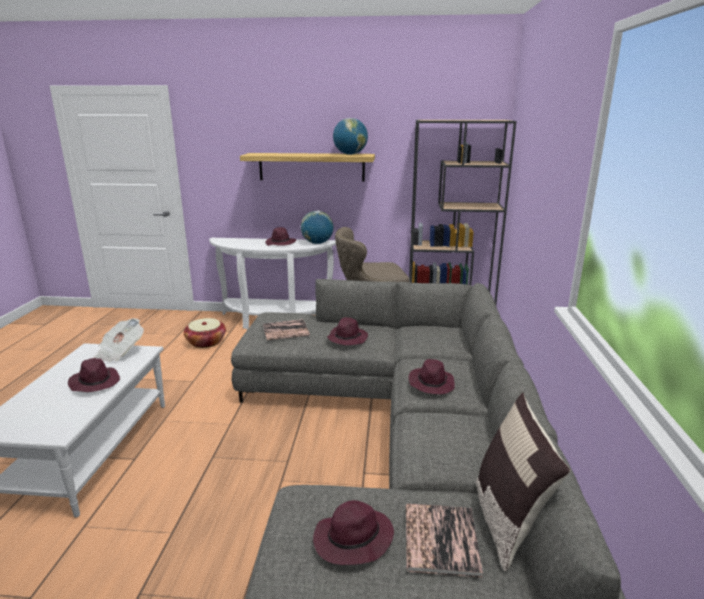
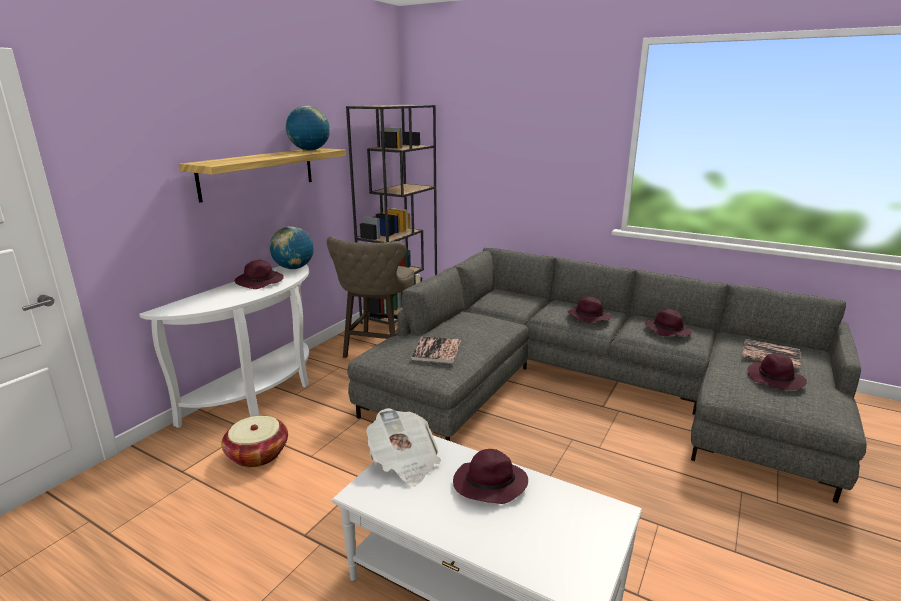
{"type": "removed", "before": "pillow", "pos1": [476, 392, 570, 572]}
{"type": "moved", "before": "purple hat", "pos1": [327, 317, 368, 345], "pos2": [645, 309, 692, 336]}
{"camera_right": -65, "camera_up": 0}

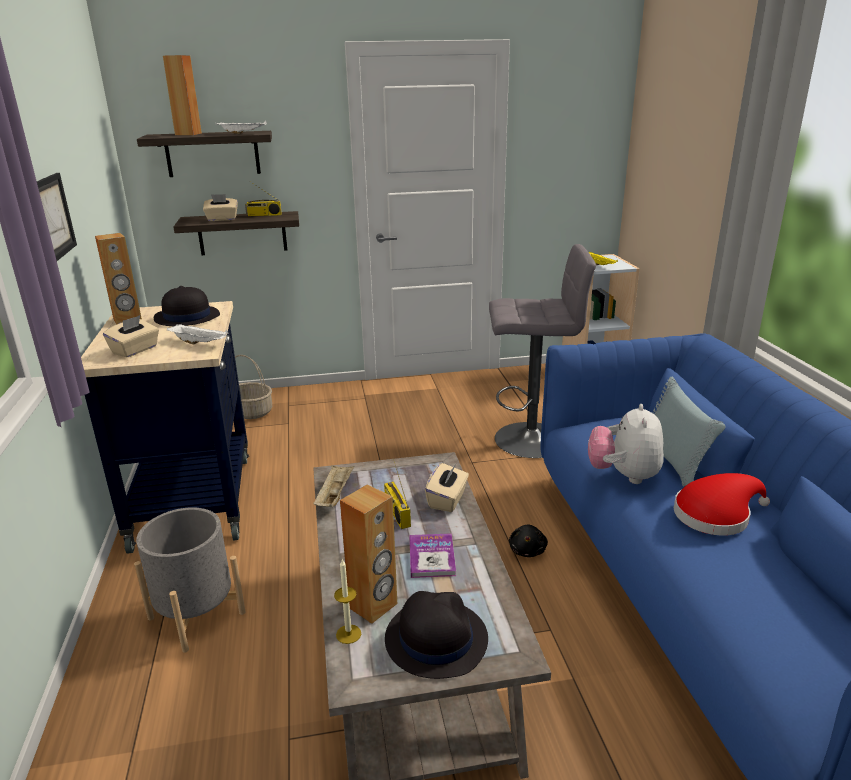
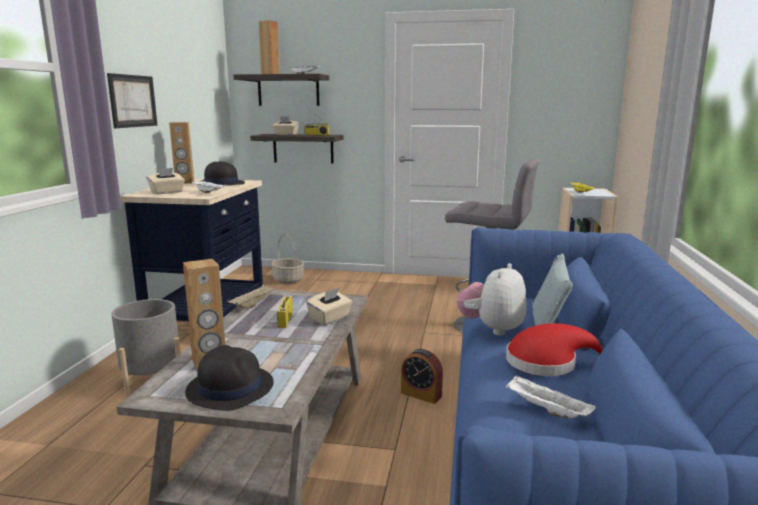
{"type": "removed", "before": "candle", "pos1": [334, 560, 361, 644]}
{"type": "removed", "before": "book", "pos1": [409, 533, 456, 578]}
{"type": "added", "after": "white tray", "pos2": [506, 375, 596, 418]}
{"type": "replaced", "before": "black plush toy", "after": "alarm clock", "pos1": [509, 525, 548, 557], "pos2": [401, 349, 443, 404]}
{"camera_right": 20, "camera_up": -10}

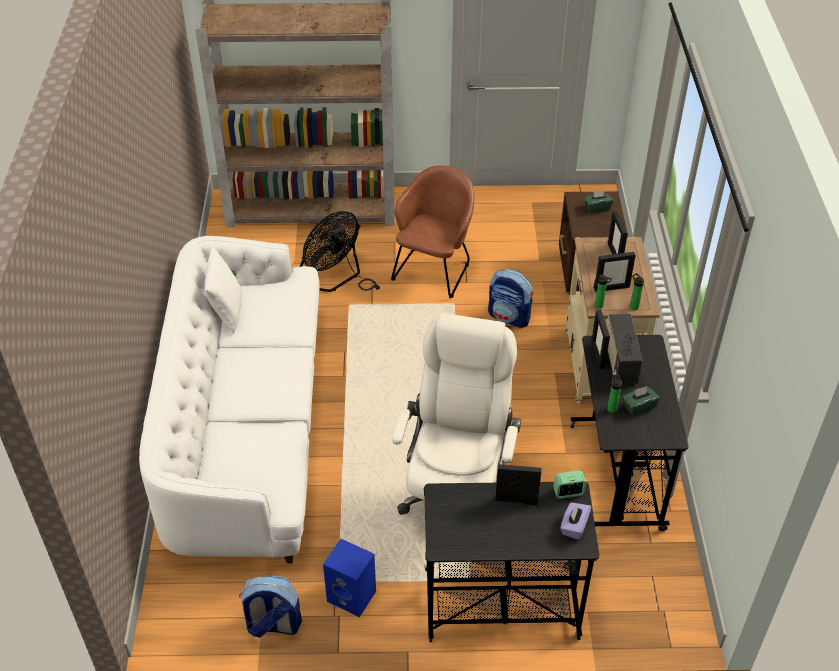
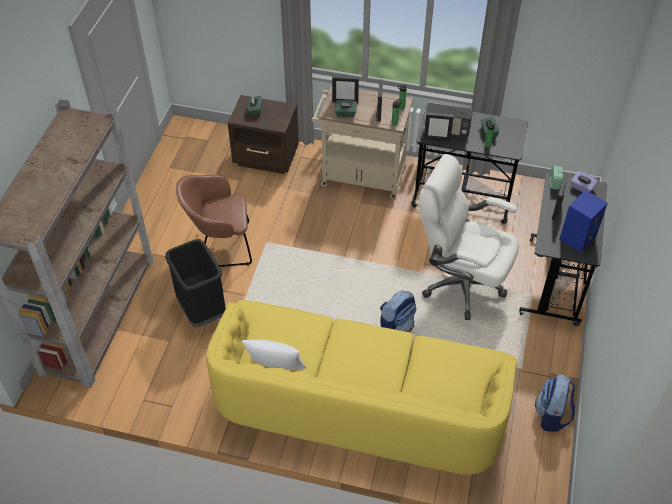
{"type": "added", "after": "green tissue box", "pos2": [335, 100, 357, 117]}
{"type": "moved", "before": "blue speaker", "pos1": [323, 539, 376, 617], "pos2": [559, 190, 608, 253]}
{"type": "moved", "before": "backpack", "pos1": [488, 269, 534, 328], "pos2": [380, 291, 416, 332]}
{"type": "replaced", "before": "black fan", "after": "black trash can", "pos1": [300, 211, 380, 292], "pos2": [166, 239, 226, 327]}
{"type": "recoloured", "before": "white sofa", "after": "yellow sofa", "pos1": [139, 236, 320, 563], "pos2": [206, 300, 517, 475]}
{"type": "turned", "before": "brown armchair", "pos1": [391, 165, 475, 298], "pos2": [176, 175, 252, 267], "turn": -45}
{"camera_right": -75, "camera_up": 5}

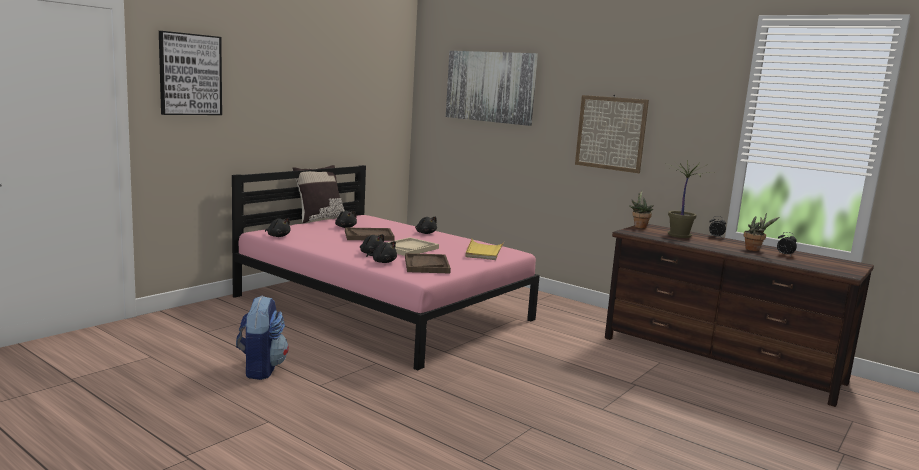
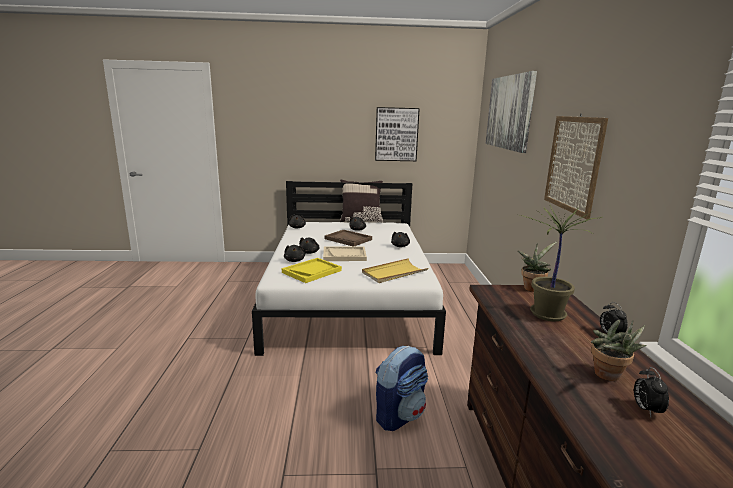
{"type": "moved", "before": "picture", "pos1": [159, 31, 222, 115], "pos2": [375, 107, 420, 161]}
{"type": "moved", "before": "backpack", "pos1": [236, 296, 289, 380], "pos2": [375, 346, 428, 431]}
{"type": "recoloured", "before": "pink bed", "after": "white bed", "pos1": [232, 165, 540, 371], "pos2": [252, 181, 446, 356]}
{"type": "recoloured", "before": "brown tray", "after": "yellow tray", "pos1": [405, 253, 451, 273], "pos2": [282, 258, 342, 283]}
{"camera_right": 50, "camera_up": 5}

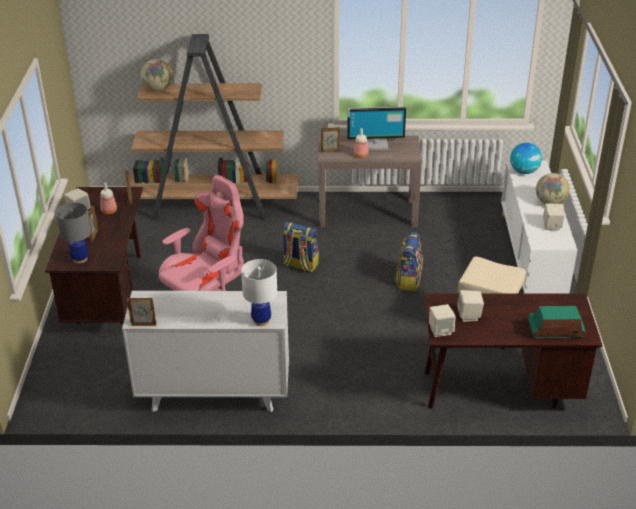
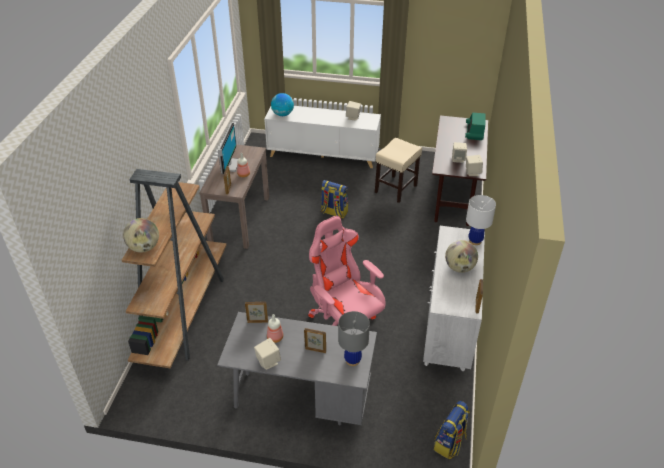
{"type": "moved", "before": "backpack", "pos1": [283, 222, 319, 272], "pos2": [434, 401, 470, 459]}
{"type": "moved", "before": "globe", "pos1": [536, 173, 570, 204], "pos2": [445, 240, 478, 273]}
{"type": "recoloured", "before": "brown desk", "after": "grey desk", "pos1": [45, 187, 143, 324], "pos2": [217, 312, 377, 426]}
{"camera_right": -80, "camera_up": 5}

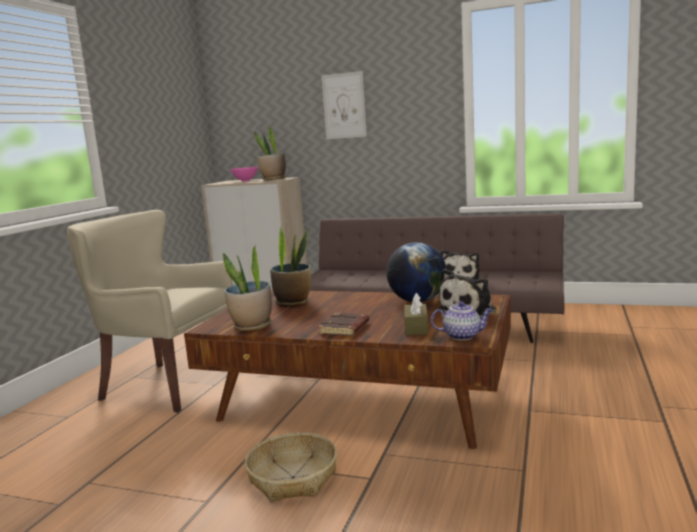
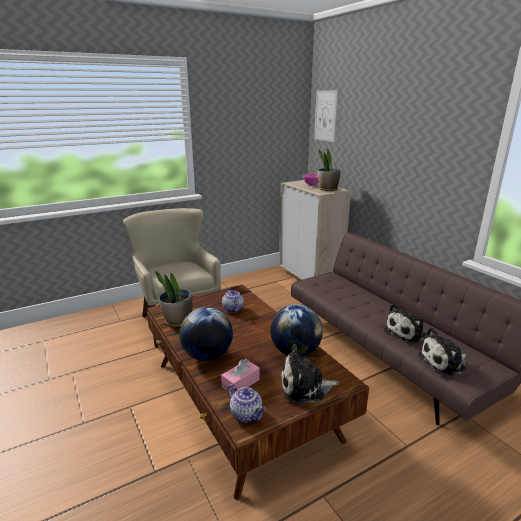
{"type": "removed", "before": "basket", "pos1": [245, 432, 337, 502]}
{"type": "added", "after": "plush toy", "pos2": [418, 327, 467, 376]}
{"type": "moved", "before": "picture", "pos1": [321, 71, 367, 139], "pos2": [314, 90, 338, 142]}
{"type": "replaced", "before": "potted plant", "after": "teapot", "pos1": [270, 226, 311, 307], "pos2": [222, 288, 244, 313]}
{"type": "replaced", "before": "brown book", "after": "globe", "pos1": [319, 313, 369, 336], "pos2": [179, 307, 233, 361]}
{"type": "recoloured", "before": "brown tissue box", "after": "pink tissue box", "pos1": [404, 293, 429, 335], "pos2": [221, 358, 260, 395]}
{"camera_right": 40, "camera_up": 10}

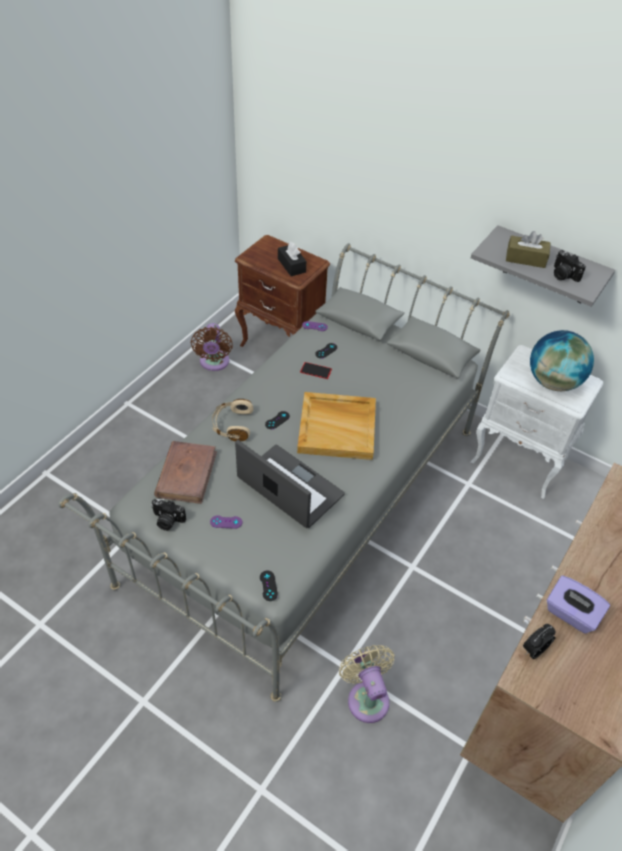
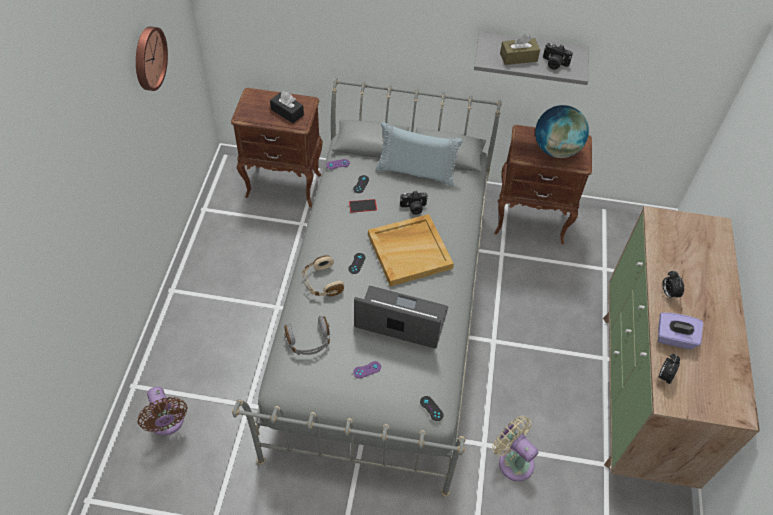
{"type": "added", "after": "wall clock", "pos2": [136, 26, 168, 91]}
{"type": "added", "after": "blue pillow", "pos2": [376, 122, 463, 186]}
{"type": "added", "after": "alarm clock", "pos2": [663, 271, 684, 300]}
{"type": "moved", "before": "photo camera", "pos1": [151, 499, 186, 531], "pos2": [400, 191, 428, 215]}
{"type": "moved", "before": "brown fan", "pos1": [191, 323, 233, 371], "pos2": [137, 387, 188, 436]}
{"type": "replaced", "before": "brown book", "after": "grey headphones", "pos1": [154, 441, 217, 504], "pos2": [284, 316, 330, 356]}
{"type": "recoloured", "before": "white nightstand", "after": "brown nightstand", "pos1": [471, 345, 603, 499], "pos2": [494, 125, 592, 245]}
{"camera_right": -25, "camera_up": 5}

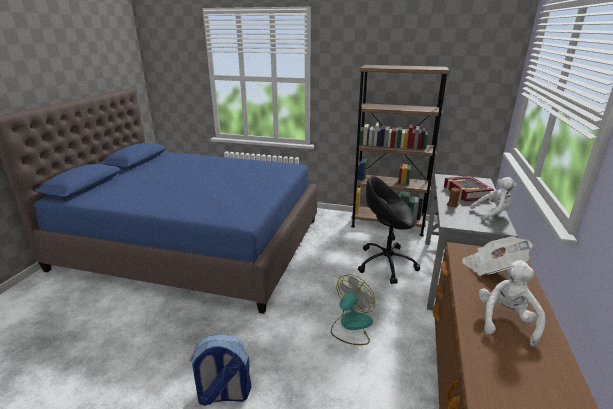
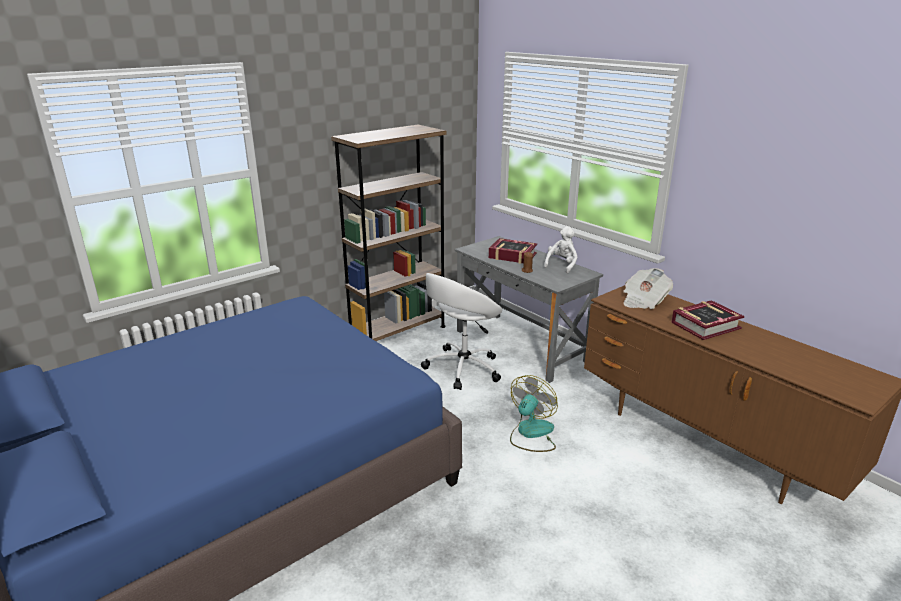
{"type": "removed", "before": "backpack", "pos1": [189, 334, 251, 406]}
{"type": "replaced", "before": "white plush toy", "after": "book", "pos1": [479, 260, 546, 347], "pos2": [671, 300, 744, 340]}
{"type": "recoloured", "before": "black office chair", "after": "white office chair", "pos1": [358, 176, 420, 284], "pos2": [421, 273, 502, 390]}
{"type": "turned", "before": "fan", "pos1": [331, 274, 375, 345], "pos2": [510, 375, 558, 452], "turn": 45}
{"camera_right": -55, "camera_up": 0}

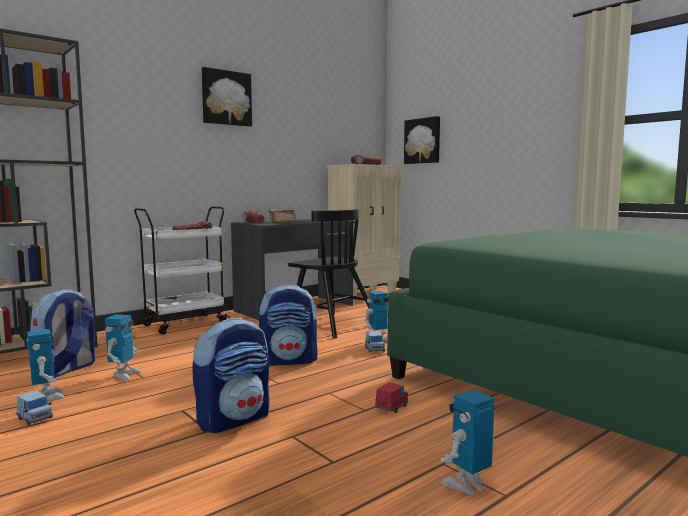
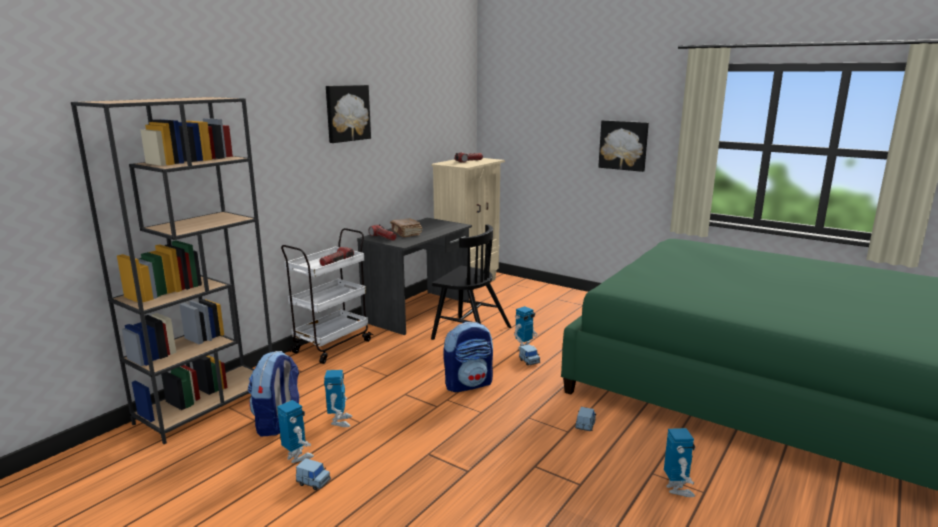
{"type": "removed", "before": "backpack", "pos1": [192, 318, 270, 433]}
{"type": "moved", "before": "picture", "pos1": [404, 116, 440, 164], "pos2": [598, 120, 649, 172]}
{"type": "recoloured", "before": "red toy car", "after": "blue toy car", "pos1": [375, 382, 408, 413], "pos2": [575, 407, 596, 431]}
{"type": "turned", "before": "toy robot", "pos1": [441, 389, 495, 495], "pos2": [664, 428, 695, 497], "turn": 135}
{"camera_right": -15, "camera_up": 10}

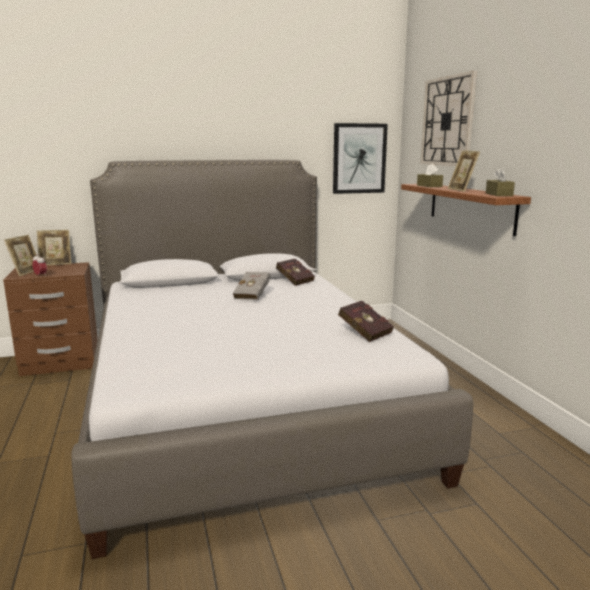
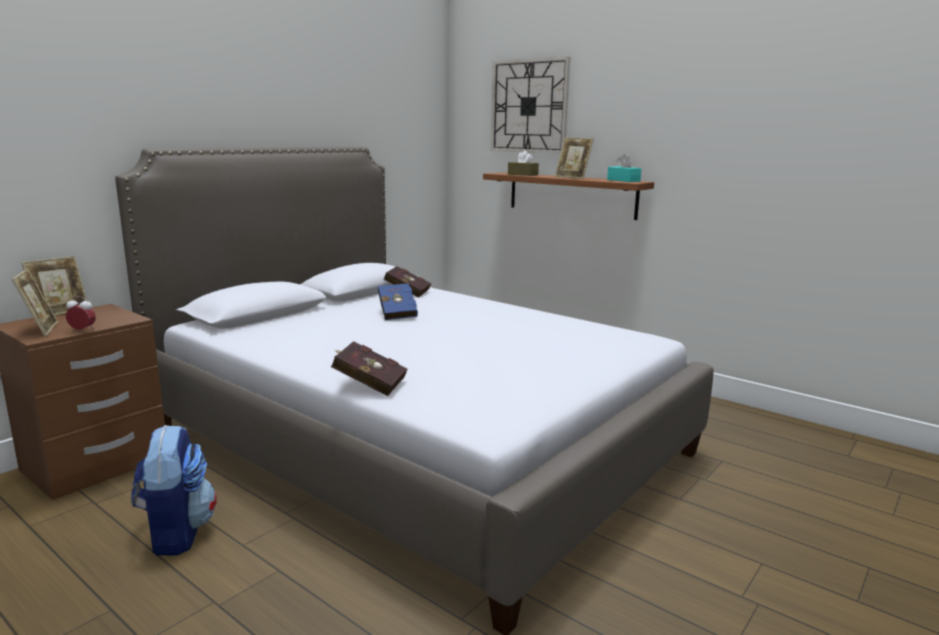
{"type": "removed", "before": "picture", "pos1": [333, 123, 388, 194]}
{"type": "added", "after": "backpack", "pos2": [131, 425, 217, 556]}
{"type": "moved", "before": "red book", "pos1": [338, 301, 394, 342], "pos2": [331, 341, 407, 396]}
{"type": "recoloured", "before": "grey book", "after": "blue book", "pos1": [233, 272, 271, 300], "pos2": [378, 283, 418, 320]}
{"type": "recoloured", "before": "brown tissue box", "after": "turquoise tissue box", "pos1": [486, 167, 515, 196], "pos2": [607, 154, 641, 182]}
{"camera_right": -35, "camera_up": 0}

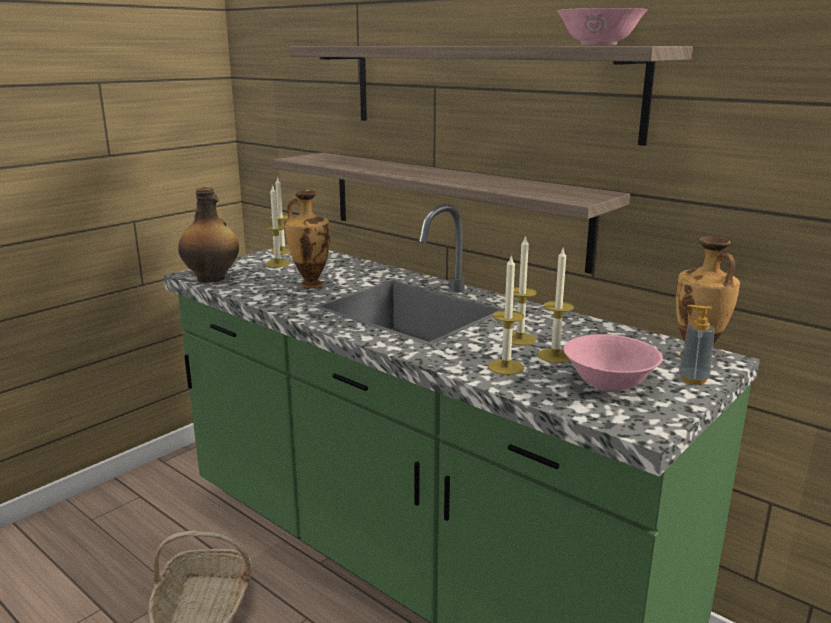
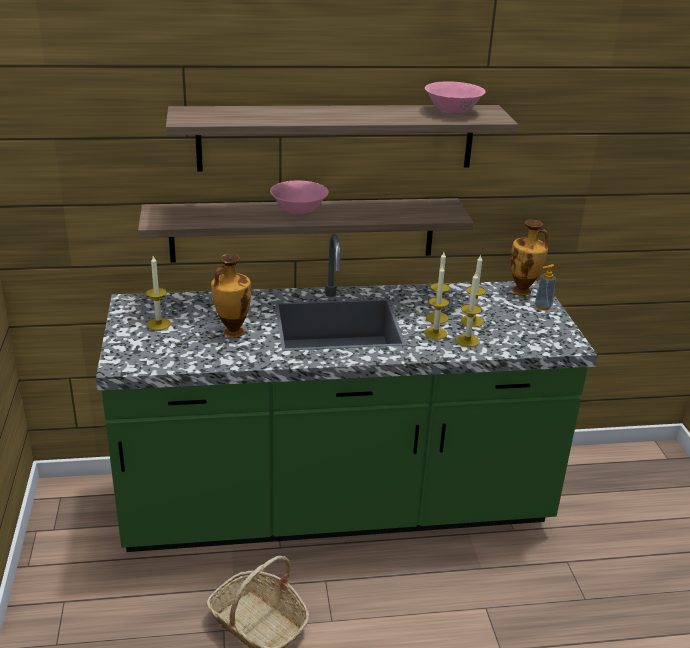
{"type": "removed", "before": "bottle", "pos1": [178, 187, 239, 283]}
{"type": "moved", "before": "candle", "pos1": [270, 178, 290, 255], "pos2": [424, 265, 449, 340]}
{"type": "moved", "before": "pink bowl", "pos1": [564, 334, 663, 392], "pos2": [270, 180, 329, 216]}
{"camera_right": -50, "camera_up": 10}

